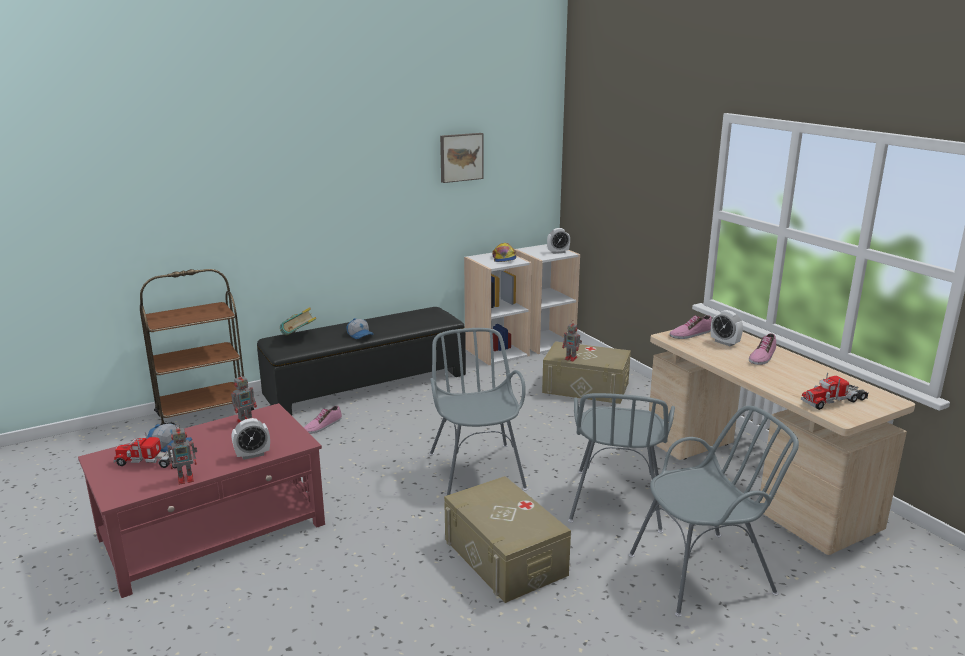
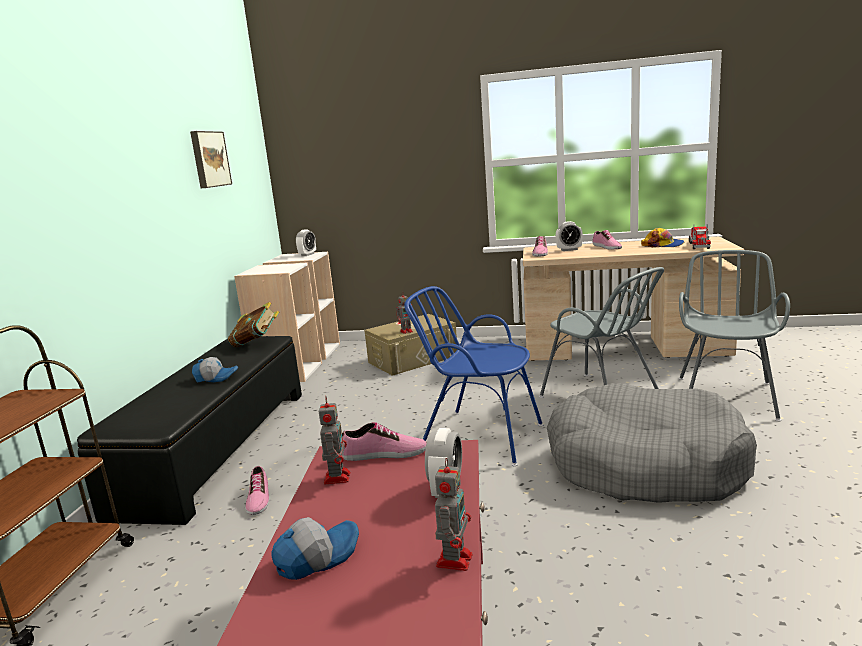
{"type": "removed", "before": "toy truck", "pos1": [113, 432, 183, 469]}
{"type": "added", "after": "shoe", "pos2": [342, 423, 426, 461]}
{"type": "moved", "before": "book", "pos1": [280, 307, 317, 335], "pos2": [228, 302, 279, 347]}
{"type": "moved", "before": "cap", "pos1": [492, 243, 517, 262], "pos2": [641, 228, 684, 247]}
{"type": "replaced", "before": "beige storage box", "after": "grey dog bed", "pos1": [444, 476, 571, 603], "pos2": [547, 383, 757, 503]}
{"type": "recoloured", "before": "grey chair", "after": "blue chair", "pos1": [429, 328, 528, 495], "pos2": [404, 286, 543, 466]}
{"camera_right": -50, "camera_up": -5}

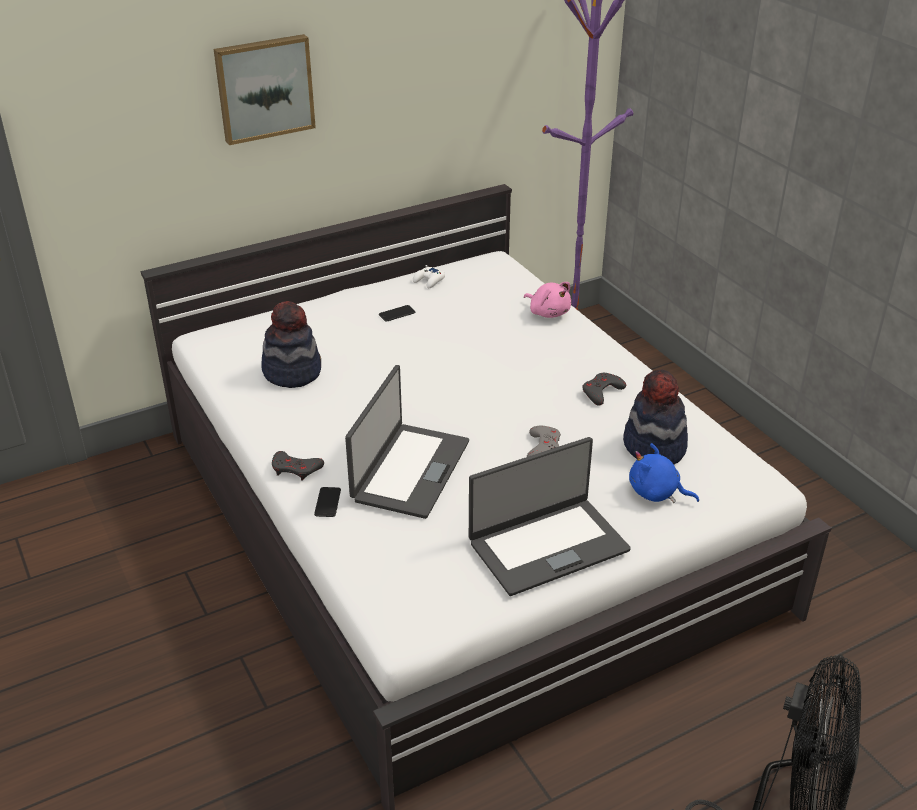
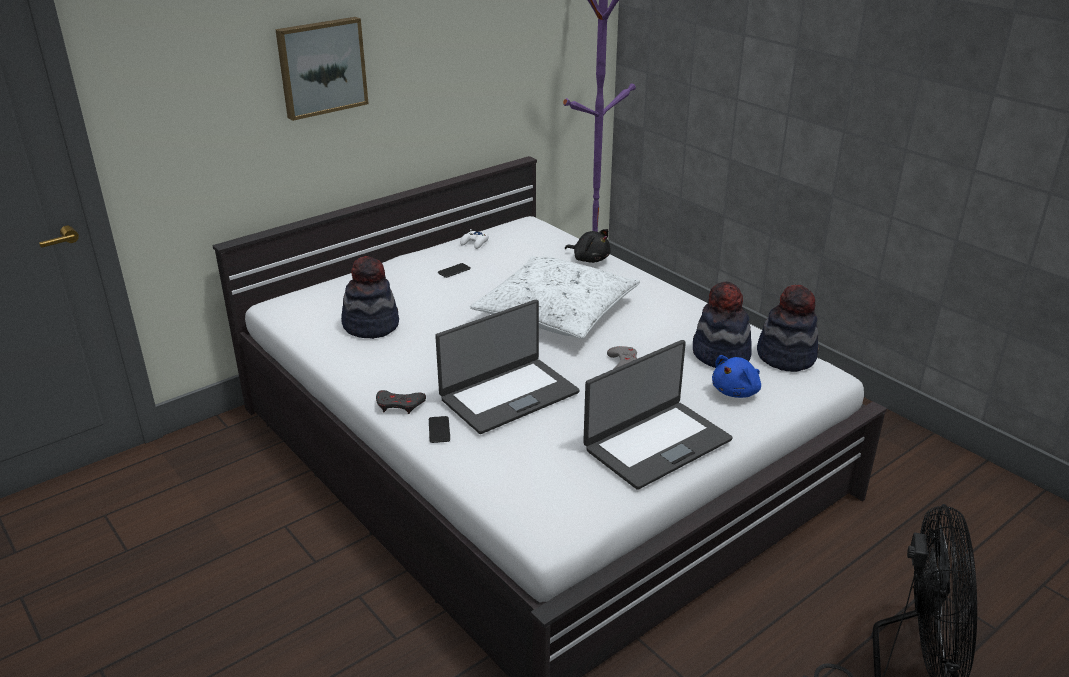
{"type": "removed", "before": "grey game controller", "pos1": [582, 373, 626, 406]}
{"type": "added", "after": "white pillow", "pos2": [470, 256, 640, 339]}
{"type": "added", "after": "hat", "pos2": [757, 284, 819, 372]}
{"type": "recoloured", "before": "pink plush toy", "after": "black plush toy", "pos1": [524, 282, 571, 318], "pos2": [565, 229, 611, 263]}
{"type": "turned", "before": "laptop", "pos1": [345, 365, 469, 519], "pos2": [435, 300, 580, 434], "turn": 45}
{"type": "turned", "before": "blue plush toy", "pos1": [629, 443, 699, 503], "pos2": [712, 355, 761, 398], "turn": -60}
{"camera_right": -10, "camera_up": -5}

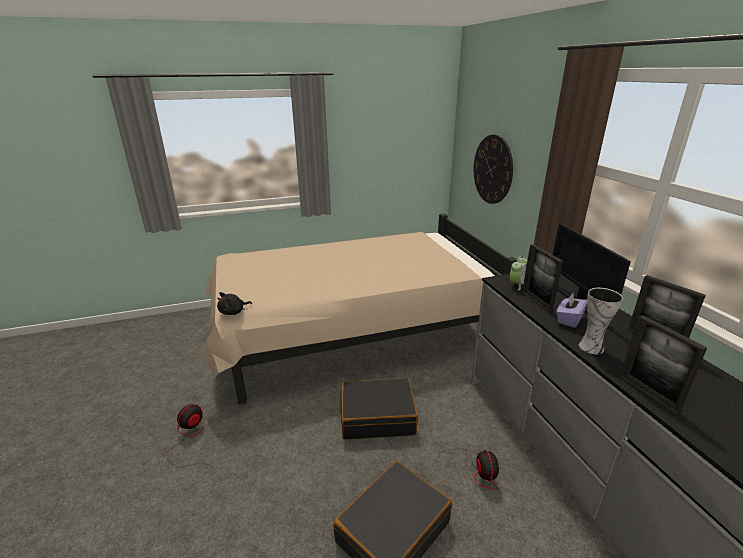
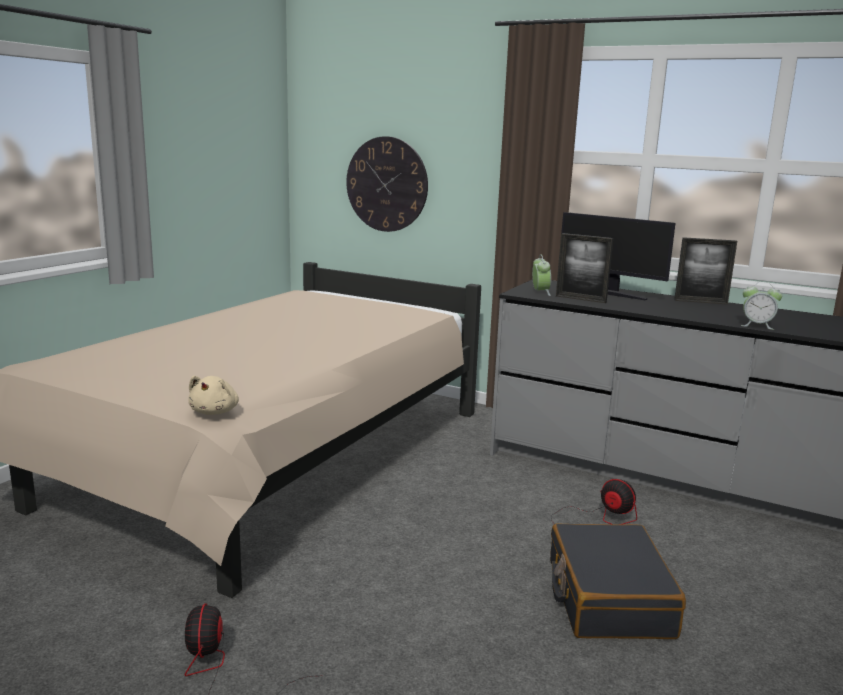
{"type": "removed", "before": "black suitcase", "pos1": [341, 378, 418, 440]}
{"type": "removed", "before": "purple tissue box", "pos1": [556, 293, 587, 328]}
{"type": "removed", "before": "vase", "pos1": [579, 288, 623, 354]}
{"type": "replaced", "before": "picture frame", "after": "alarm clock", "pos1": [619, 315, 707, 414], "pos2": [741, 282, 782, 330]}
{"type": "recoloured", "before": "black plush toy", "after": "beige plush toy", "pos1": [217, 292, 252, 315], "pos2": [188, 376, 239, 415]}
{"camera_right": -45, "camera_up": -10}

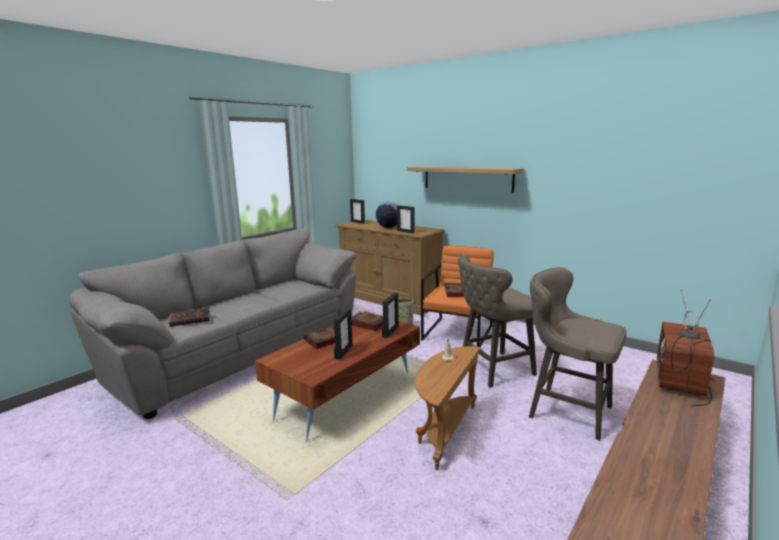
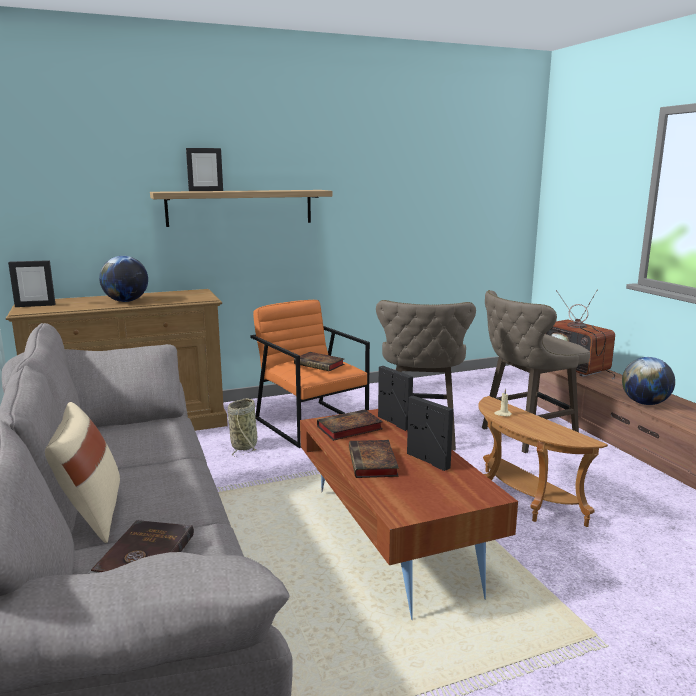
{"type": "added", "after": "beige pillow", "pos2": [45, 402, 120, 543]}
{"type": "added", "after": "globe", "pos2": [622, 357, 675, 405]}
{"type": "moved", "before": "picture frame", "pos1": [397, 205, 415, 233], "pos2": [186, 148, 223, 191]}
{"camera_right": -60, "camera_up": 0}

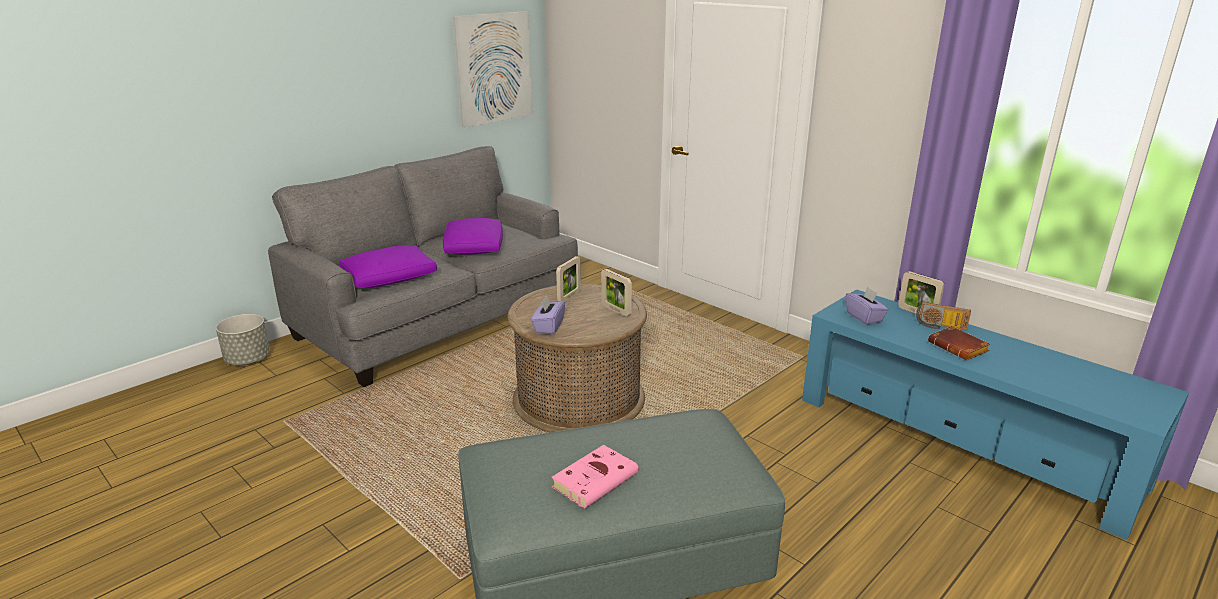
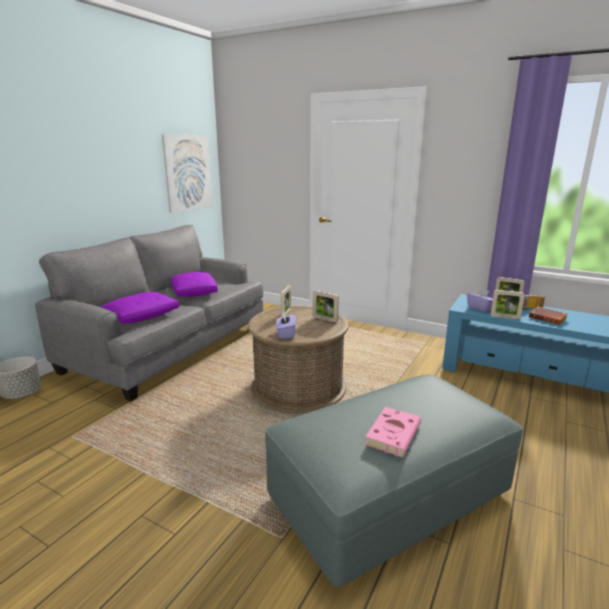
{"type": "added", "after": "picture frame", "pos2": [491, 290, 525, 319]}
{"camera_right": -15, "camera_up": -5}

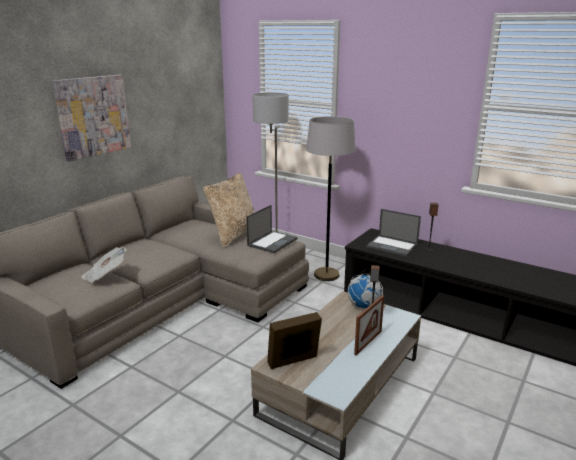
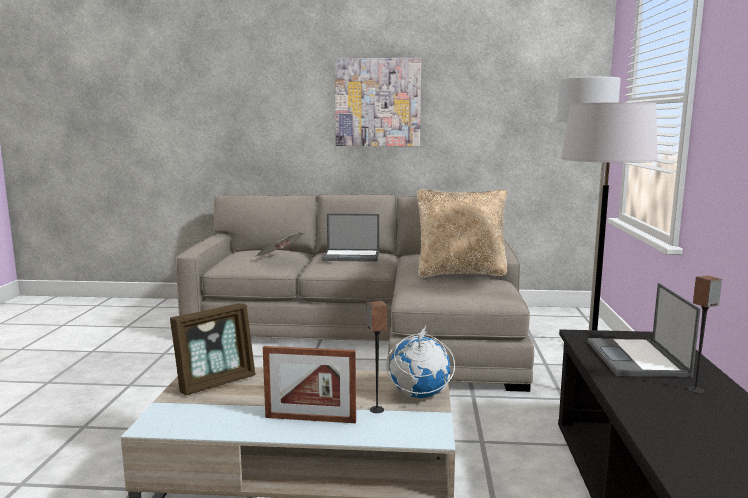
{"type": "moved", "before": "laptop", "pos1": [246, 205, 297, 253], "pos2": [322, 214, 379, 262]}
{"type": "turned", "before": "picture frame", "pos1": [267, 312, 322, 369], "pos2": [170, 303, 255, 395], "turn": 105}
{"camera_right": 60, "camera_up": -10}

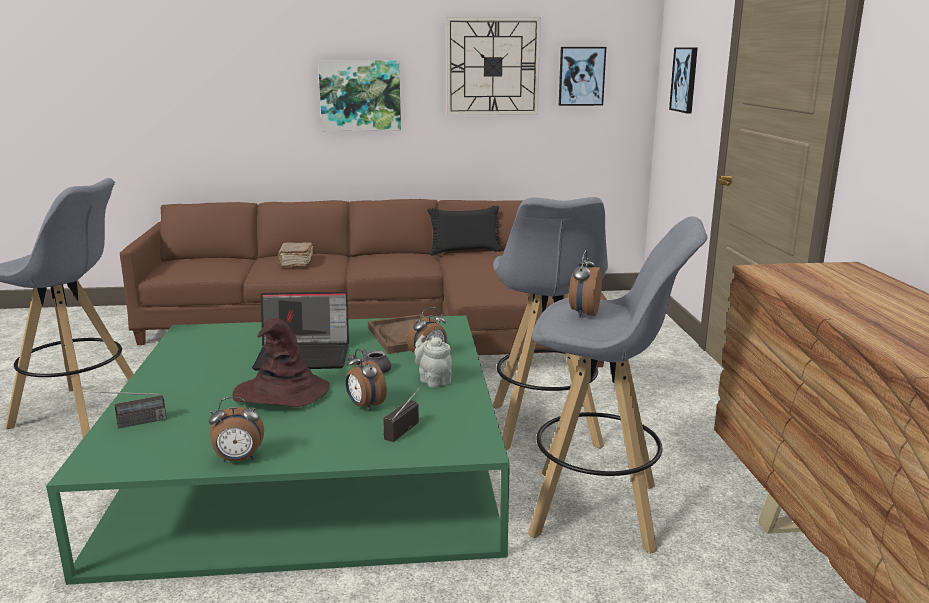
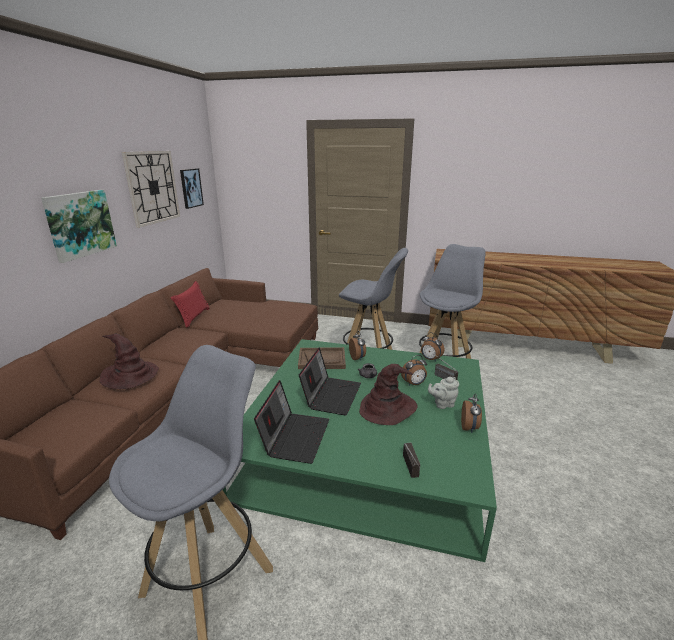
{"type": "removed", "before": "picture", "pos1": [669, 47, 698, 113]}
{"type": "added", "after": "laptop", "pos2": [254, 380, 329, 464]}
{"type": "moved", "before": "grey teapot", "pos1": [415, 335, 452, 388], "pos2": [428, 377, 459, 409]}
{"type": "moved", "before": "alarm clock", "pos1": [569, 250, 602, 318], "pos2": [421, 332, 444, 362]}
{"type": "replaced", "before": "brown book", "after": "brown hat", "pos1": [278, 242, 313, 267], "pos2": [99, 334, 159, 389]}
{"type": "recoloured", "before": "black pillow", "after": "red pillow", "pos1": [427, 206, 501, 256], "pos2": [171, 281, 210, 328]}
{"camera_right": -70, "camera_up": 5}

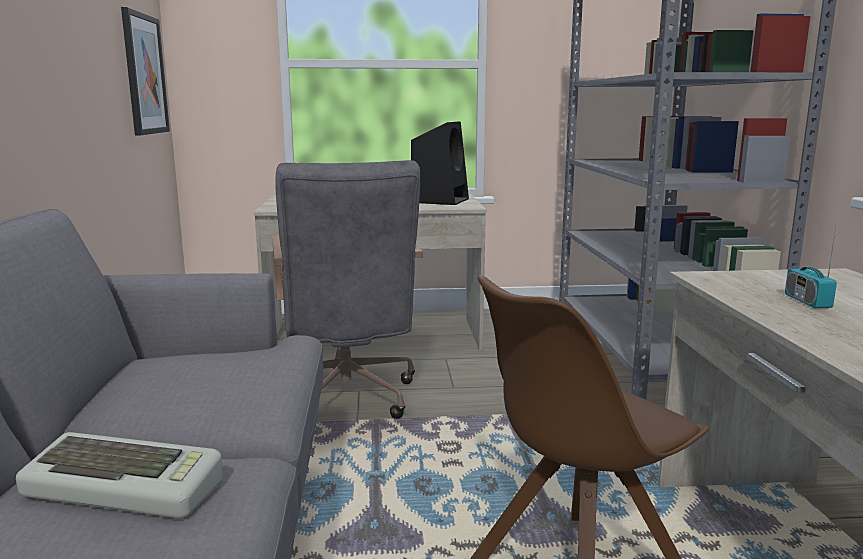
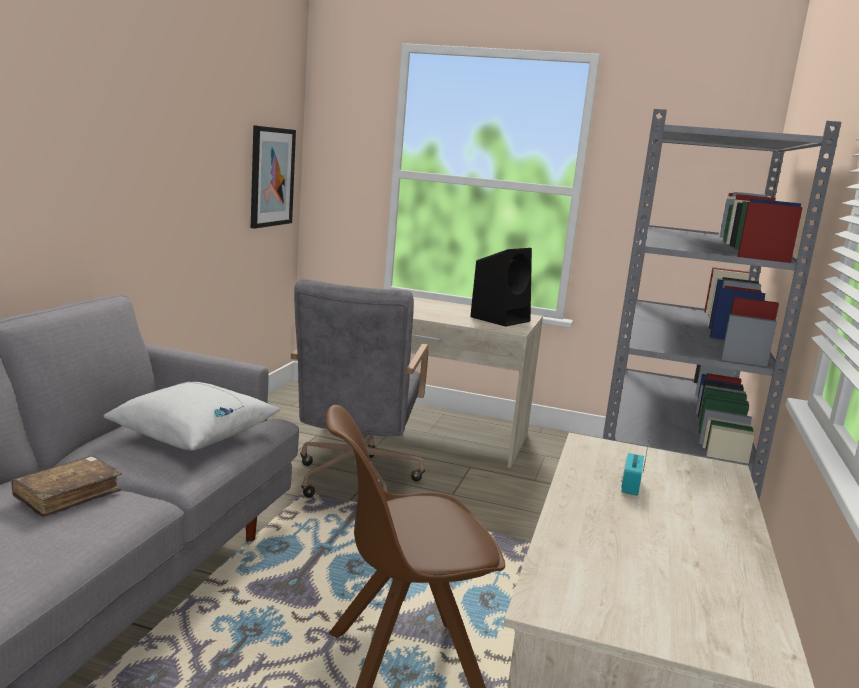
{"type": "added", "after": "grey pillow", "pos2": [104, 382, 281, 451]}
{"type": "replaced", "before": "keyboard", "after": "brown book", "pos1": [16, 432, 223, 519], "pos2": [12, 456, 122, 518]}
{"camera_right": 20, "camera_up": 0}

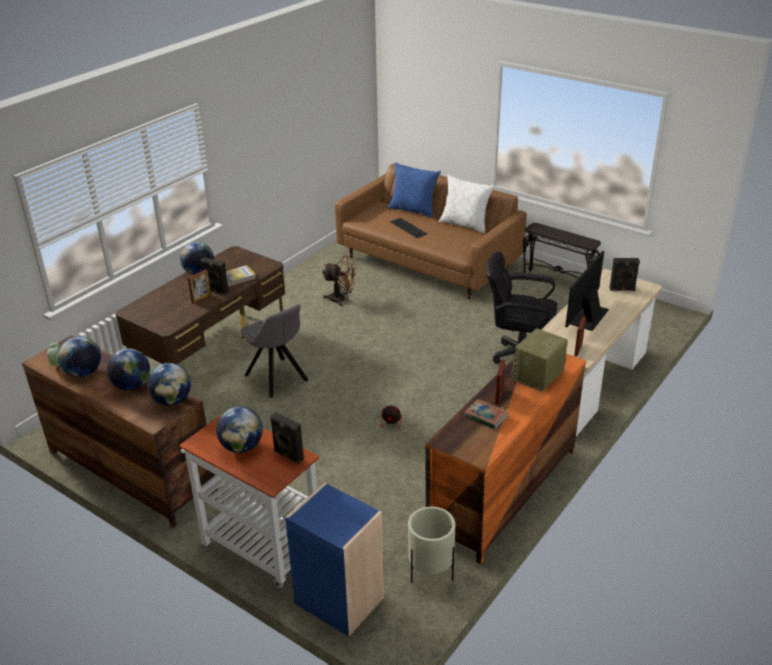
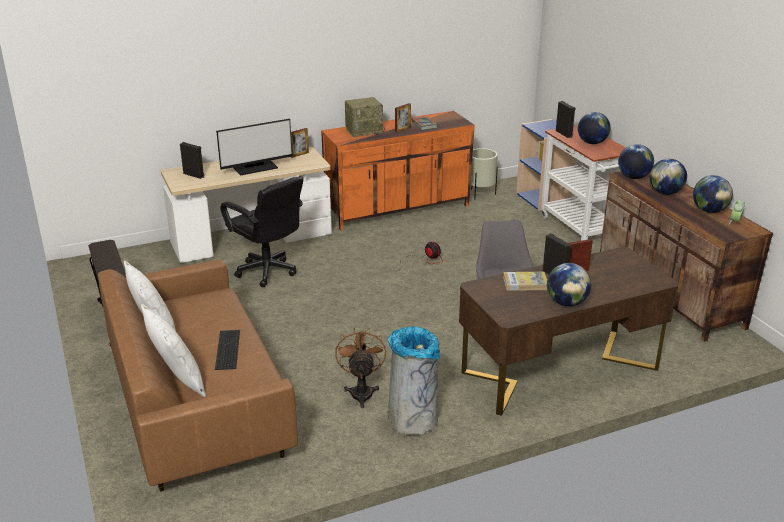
{"type": "added", "after": "grey trash can", "pos2": [387, 326, 440, 435]}
{"type": "recoloured", "before": "blue pillow", "after": "white pillow", "pos1": [388, 162, 441, 218], "pos2": [141, 304, 206, 397]}
{"type": "turned", "before": "brown fan", "pos1": [323, 255, 356, 306], "pos2": [335, 328, 386, 408], "turn": 45}
{"camera_right": -150, "camera_up": -5}

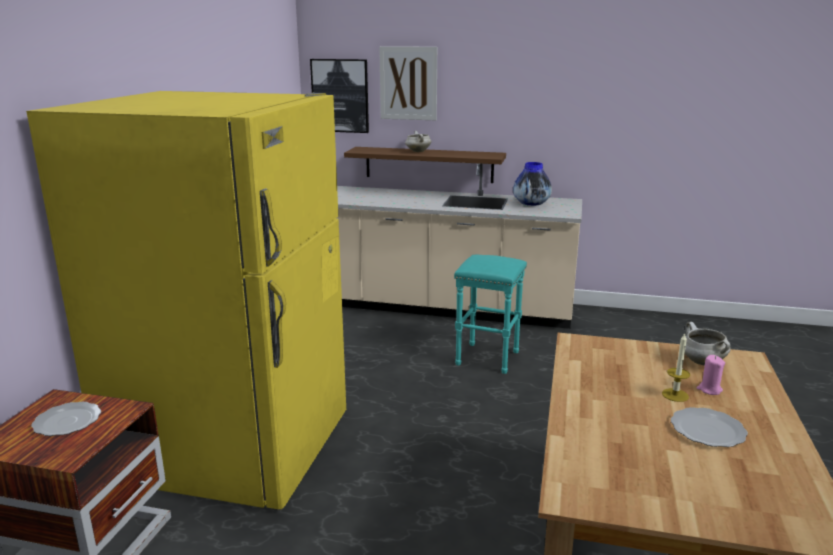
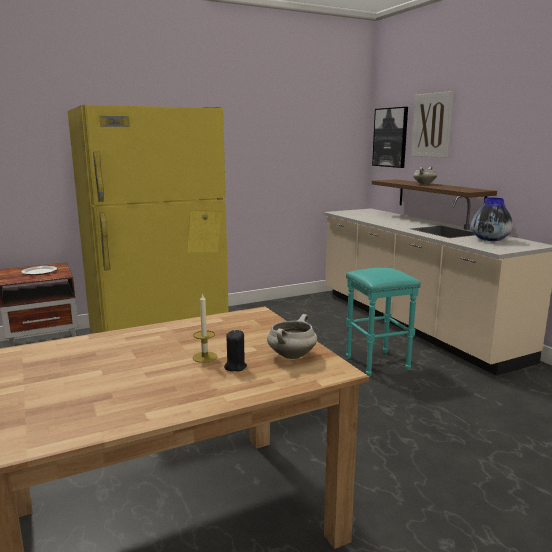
{"type": "removed", "before": "plate", "pos1": [671, 407, 748, 447]}
{"type": "recoloured", "before": "pink candle", "after": "black candle", "pos1": [697, 355, 725, 395], "pos2": [224, 330, 247, 371]}
{"camera_right": 50, "camera_up": -5}

